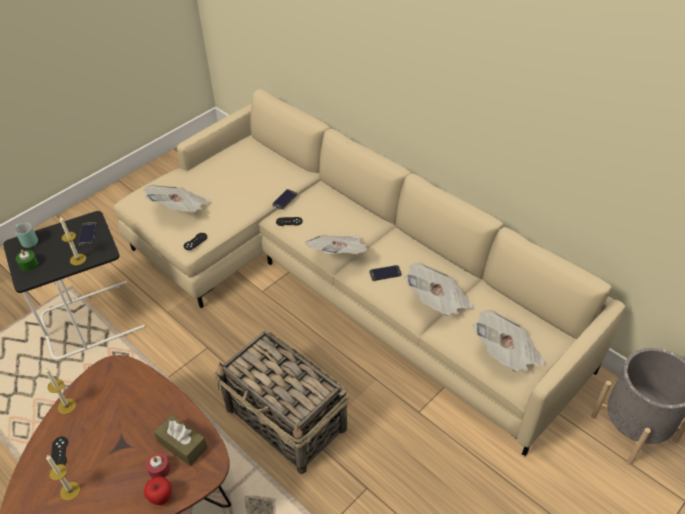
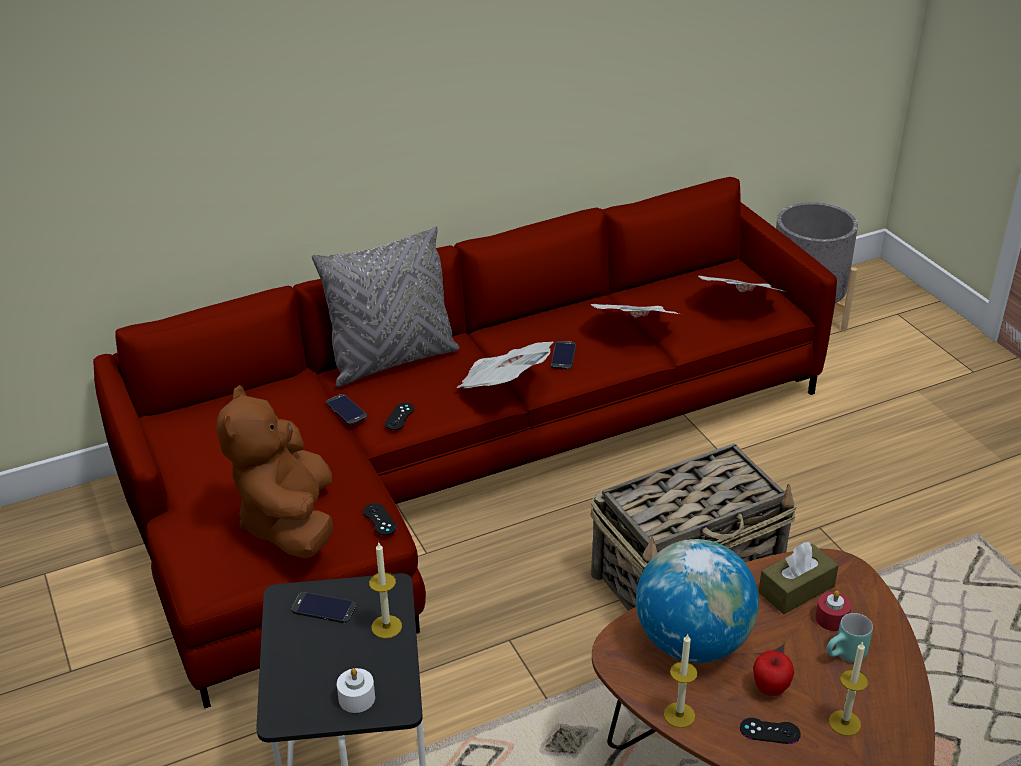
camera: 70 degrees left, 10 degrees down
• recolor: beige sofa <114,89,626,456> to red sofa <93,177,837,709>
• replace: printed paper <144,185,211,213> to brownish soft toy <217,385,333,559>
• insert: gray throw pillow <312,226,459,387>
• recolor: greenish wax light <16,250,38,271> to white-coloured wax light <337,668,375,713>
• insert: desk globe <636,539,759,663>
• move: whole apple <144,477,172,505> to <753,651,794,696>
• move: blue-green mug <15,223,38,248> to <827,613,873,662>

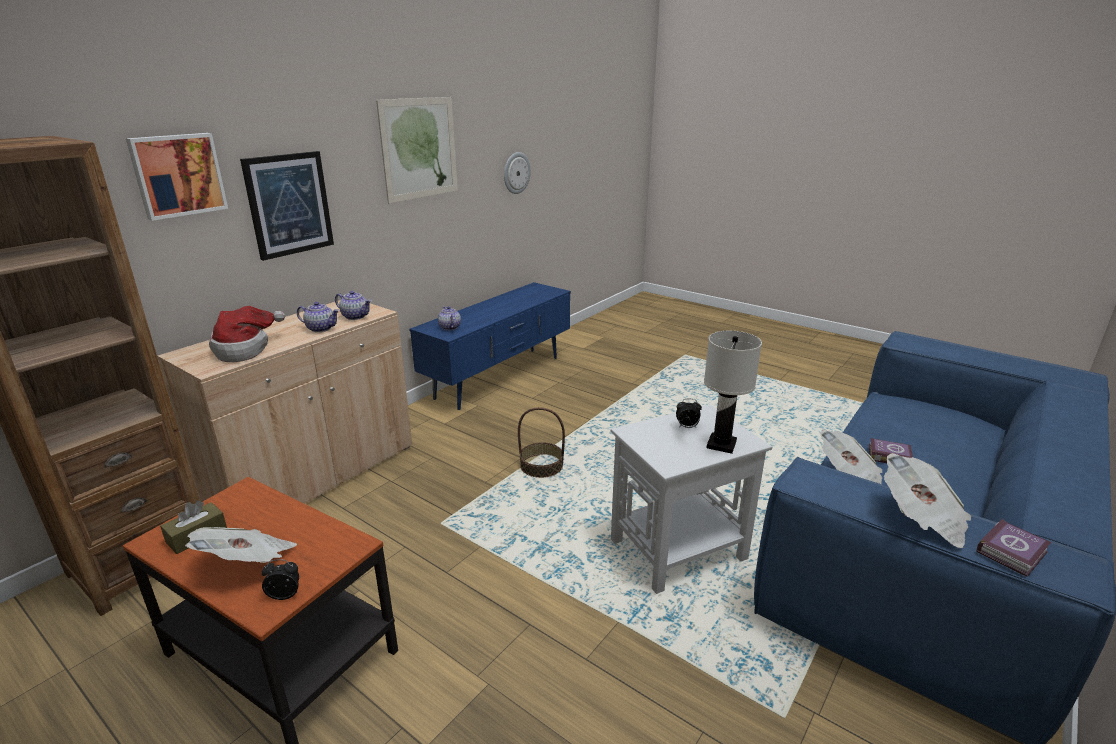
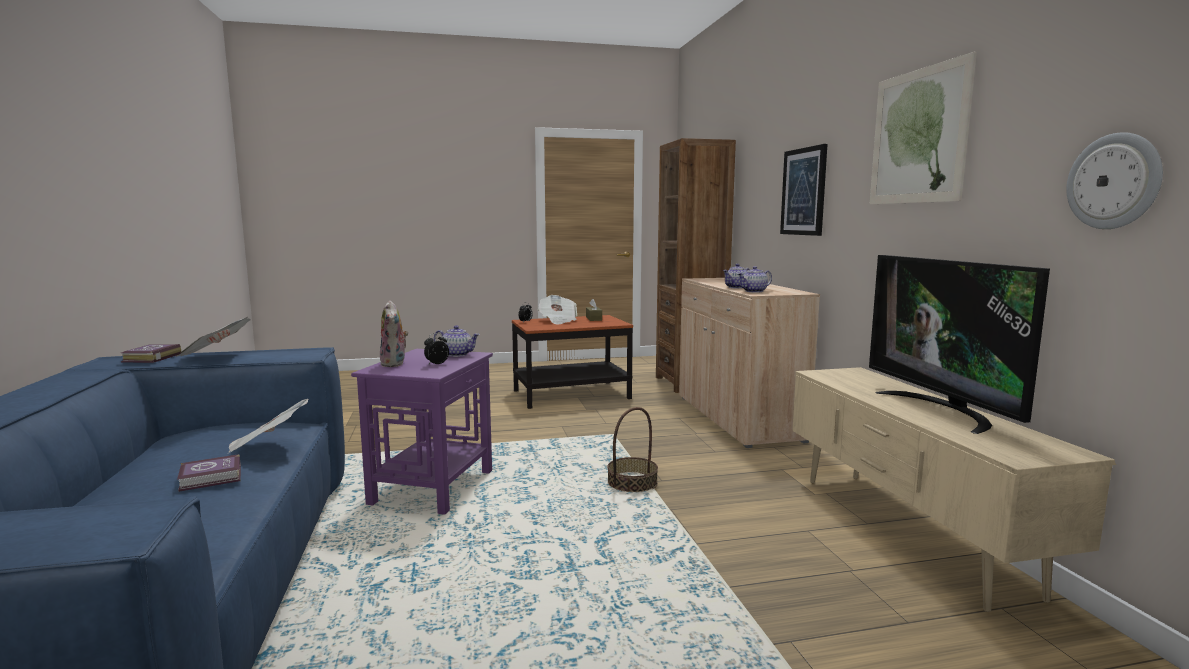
camera: 130 degrees right, 15 degrees down
• recolor: white-coloured accent table <611,404,772,594> to purple-coloured accent table <351,349,493,515>
• replace: white-coloured lamp for a table <704,331,762,454> to soft toy <380,300,408,367>
• move: pot for tea <438,306,461,330> to <434,325,480,357>
• recolor: blue media console <409,282,571,410> to beige media console <792,367,1116,612>
• insert: television <869,255,1050,434>
• delete: wall picture <126,133,228,221>
• delete: hat <209,306,285,362>

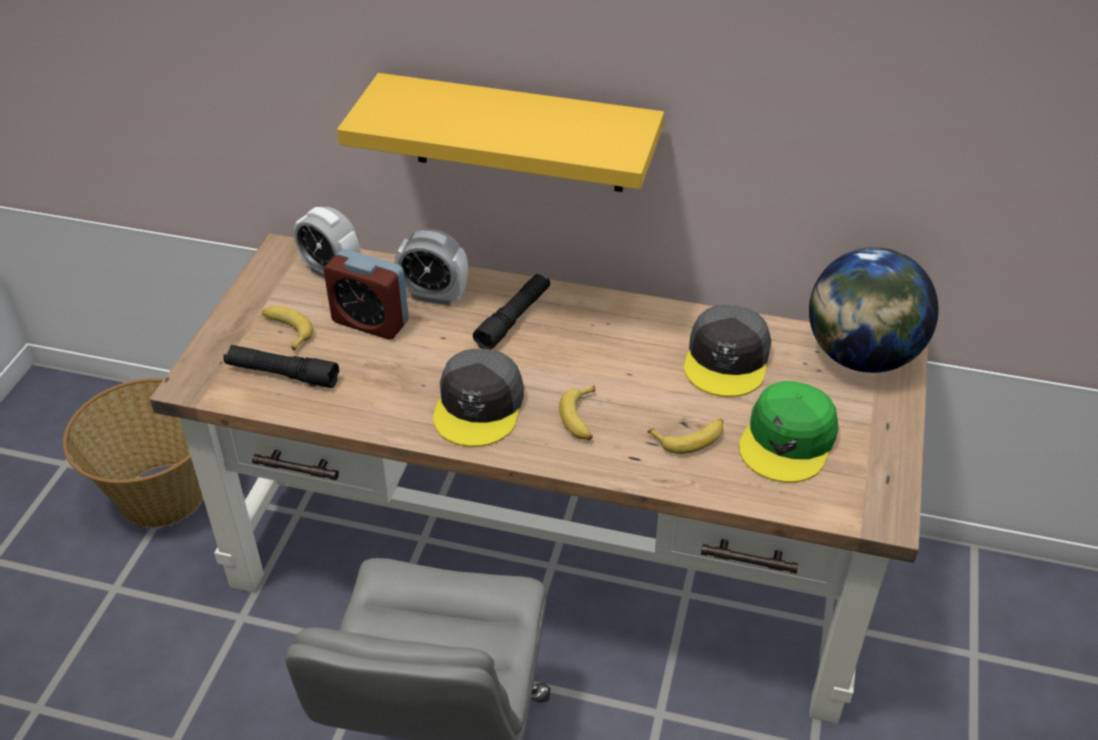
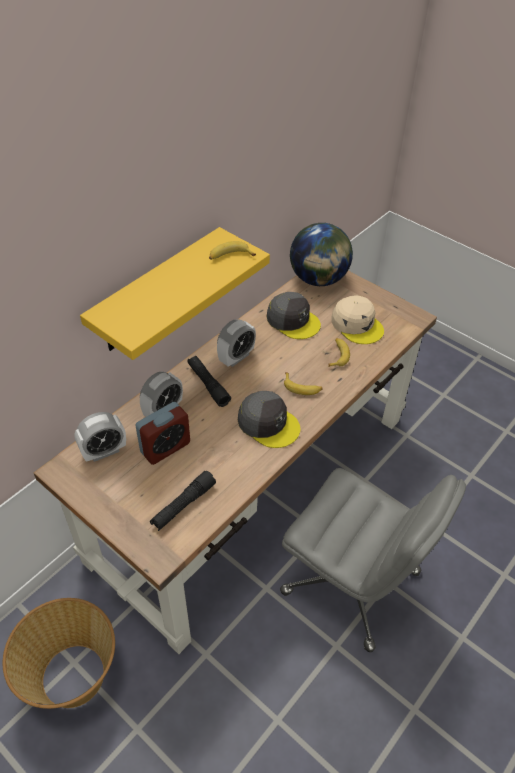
camera: 65 degrees left, 5 degrees up
• move: banana fruit <262,306,313,351> to <209,241,256,260>
• insert: table clock <217,319,256,367>
• recolor: greenish baseball cap <739,381,839,483> to beige baseball cap <331,295,384,344>

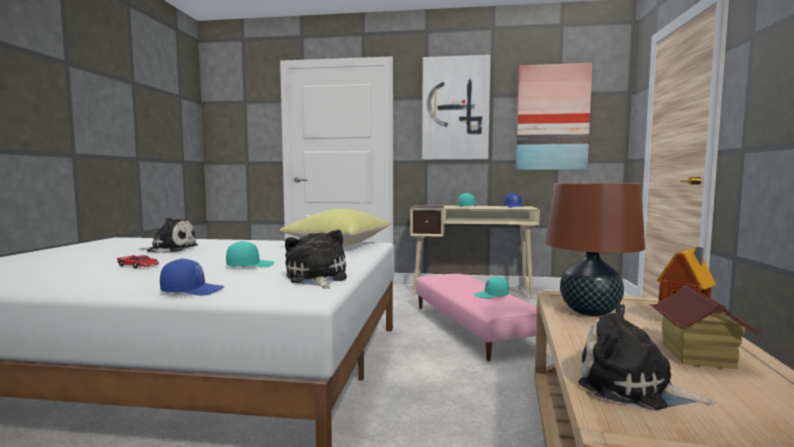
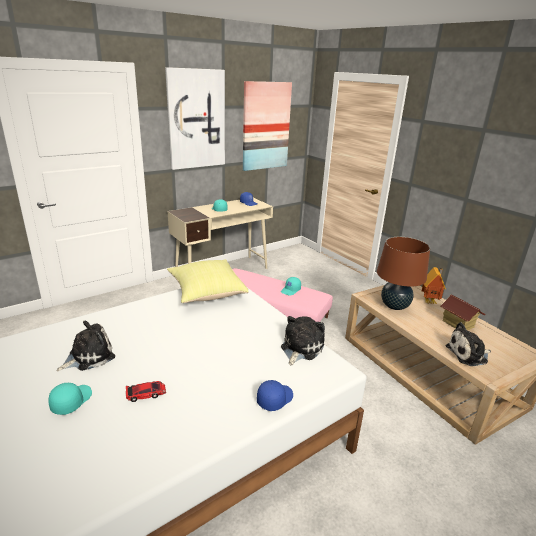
camera: 45 degrees left, 20 degrees up
• move: blue-green baseball cap <226,241,274,267> to <48,383,92,415>
• rotate: soft toy <285,229,347,288> = <281,316,325,366> 90 degrees clockwise

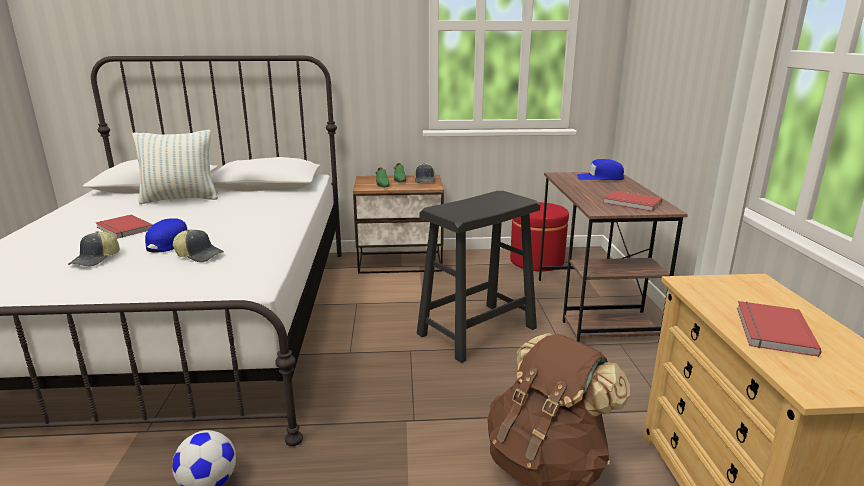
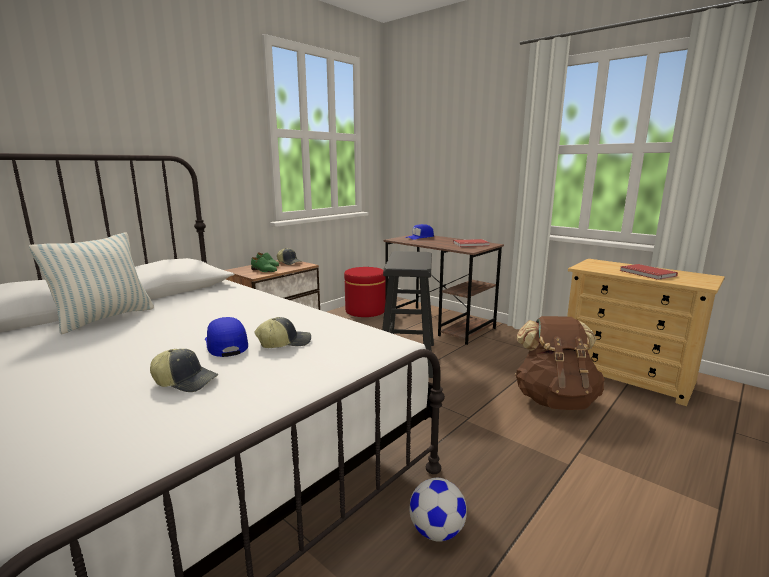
camera: 45 degrees left, 5 degrees down
• rotate: baseball cap <68,231,120,266> = <150,349,218,392> 45 degrees counterclockwise
• delete: red volume <96,215,153,239>

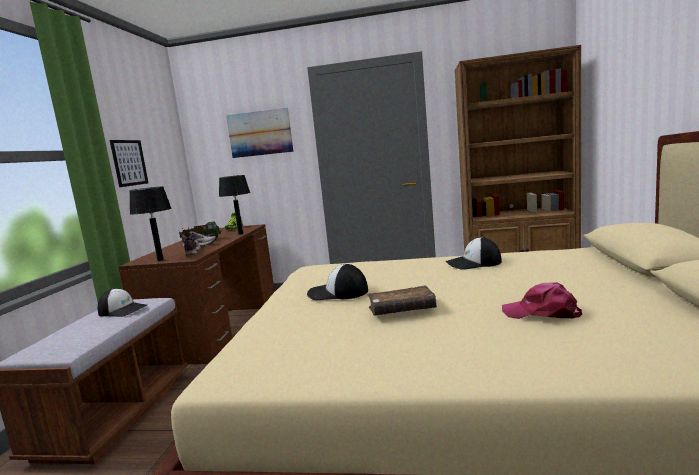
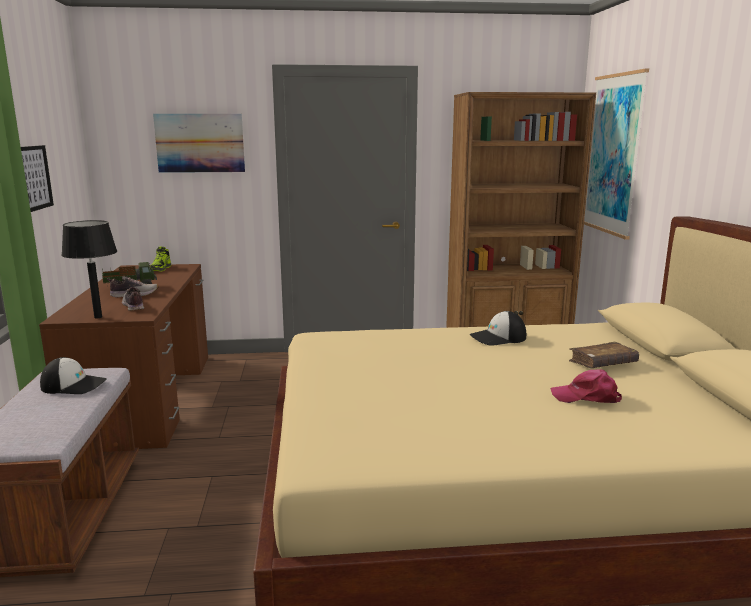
camera: 15 degrees left, 5 degrees up
• move: brownish volume <367,285,437,316> to <569,342,639,368>
• insert: wall picture <584,69,649,240>
• delete: black-coloured lamp for a table <219,175,250,235>
• delete: baseball cap <307,264,368,300>

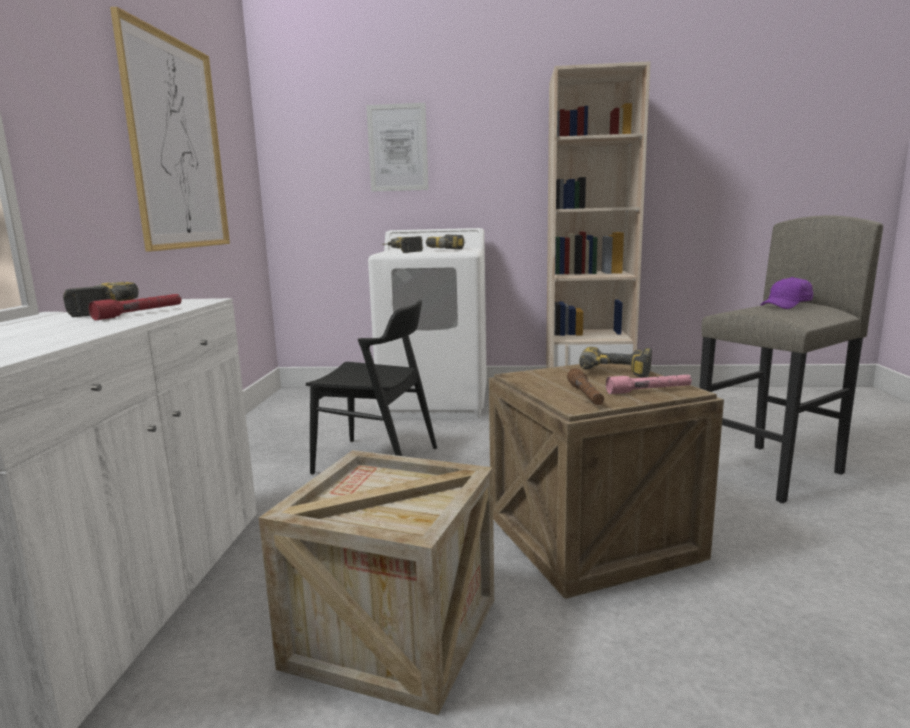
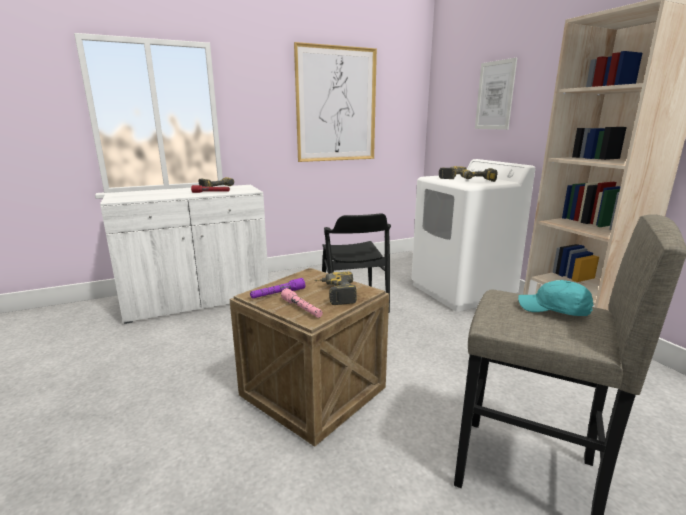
camera: 60 degrees right, 5 degrees up
• recolor: brownish flashlight <567,368,604,405> to purple-coloured flashlight <250,278,305,299>
• recolor: purple-coloured baseball cap <760,277,813,309> to blue-green baseball cap <518,280,594,316>
• delete: packing crate <259,450,494,715>

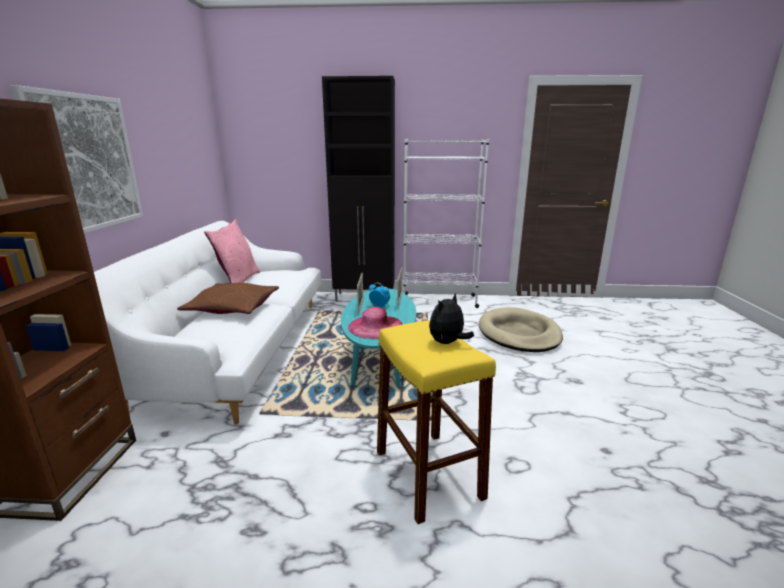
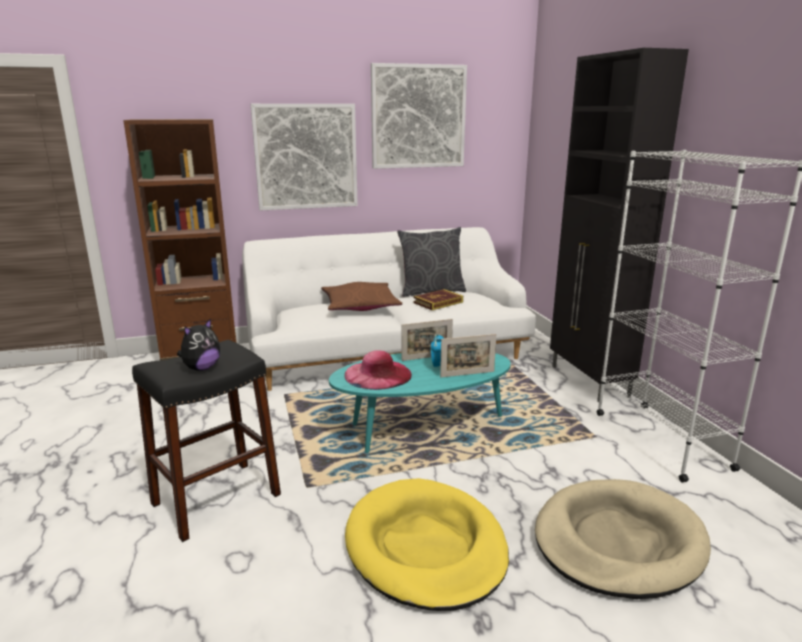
camera: 70 degrees right, 0 degrees up
• recolor: yellow stool <377,320,496,524> to black-coloured stool <132,340,281,542>
• rotate: soft toy <429,293,474,344> = <177,318,220,371> 105 degrees clockwise
• insert: yellow dog bed <345,478,509,611>
• insert: wall picture <371,63,467,169>
• recolor: pink-coloured throw pillow <204,219,260,283> to gray throw pillow <397,227,466,297>
• insert: volume <413,289,463,310>

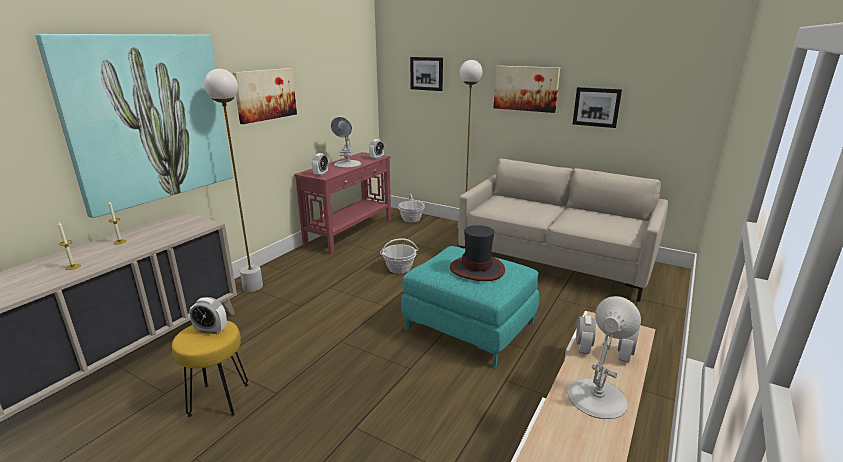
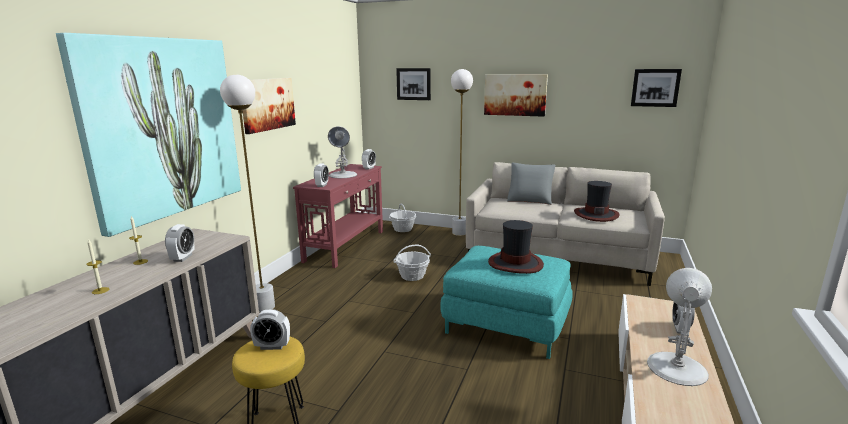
camera: 10 degrees left, 5 degrees down
• move: table clock <576,315,596,354> to <165,224,195,262>
• insert: gray throw pillow <507,163,555,205>
• insert: hat <574,181,620,222>
• move: wall picture <573,87,622,128> to <631,69,682,107>

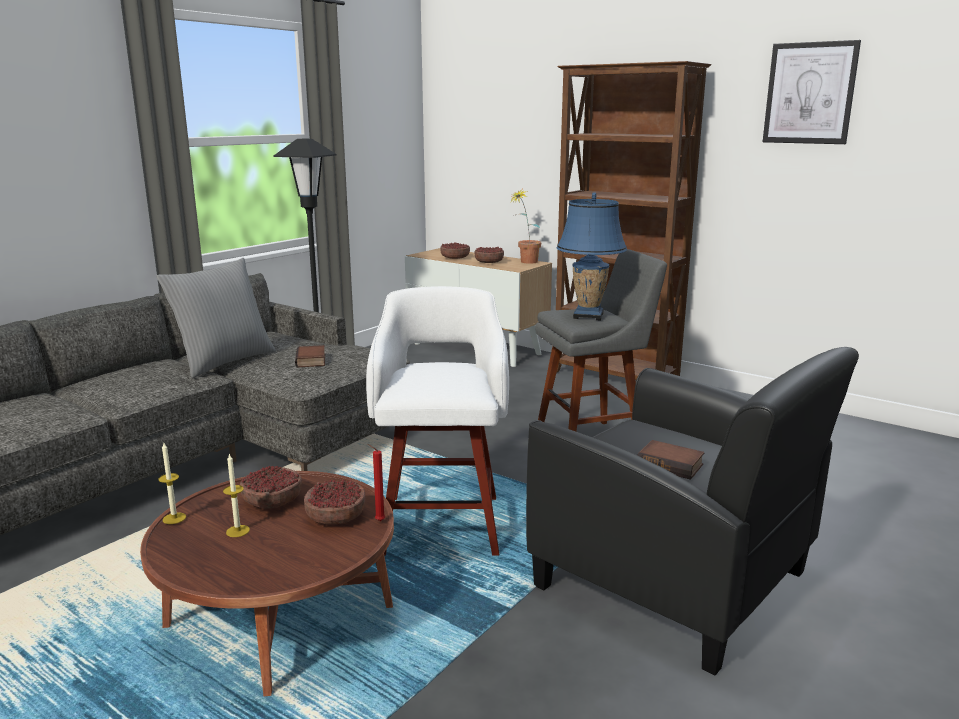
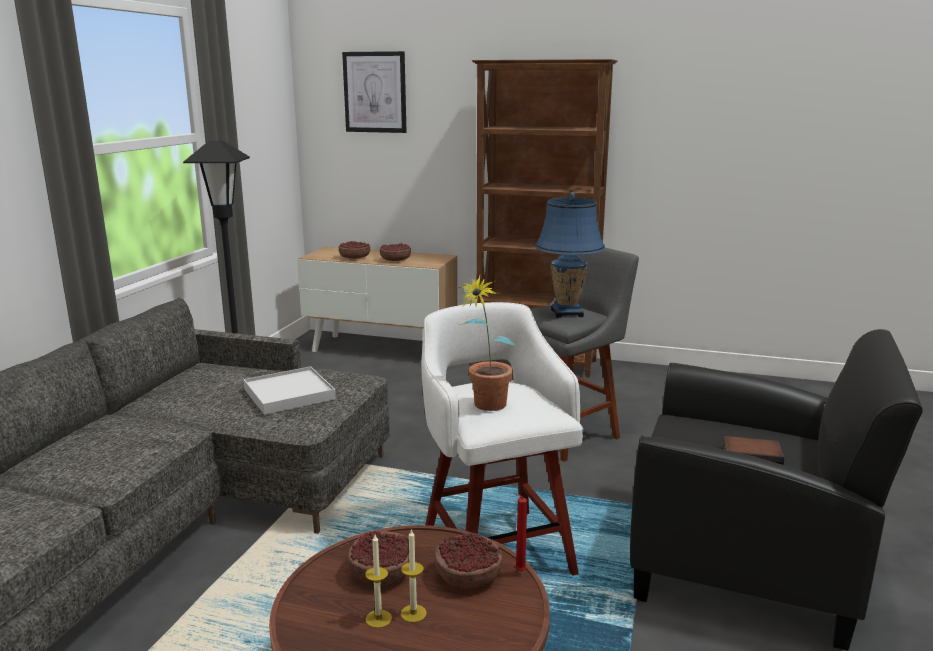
camera: 20 degrees left, 0 degrees up
• replace: volume <295,345,325,368> to white-coloured serving tray <243,366,336,415>
• move: wall picture <763,40,861,144> to <342,51,406,133>
• move: wax light <159,443,186,524> to <401,529,427,622>
• move: houseplant <511,190,541,264> to <458,275,516,411>
• delete: gray throw pillow <156,258,276,378>

